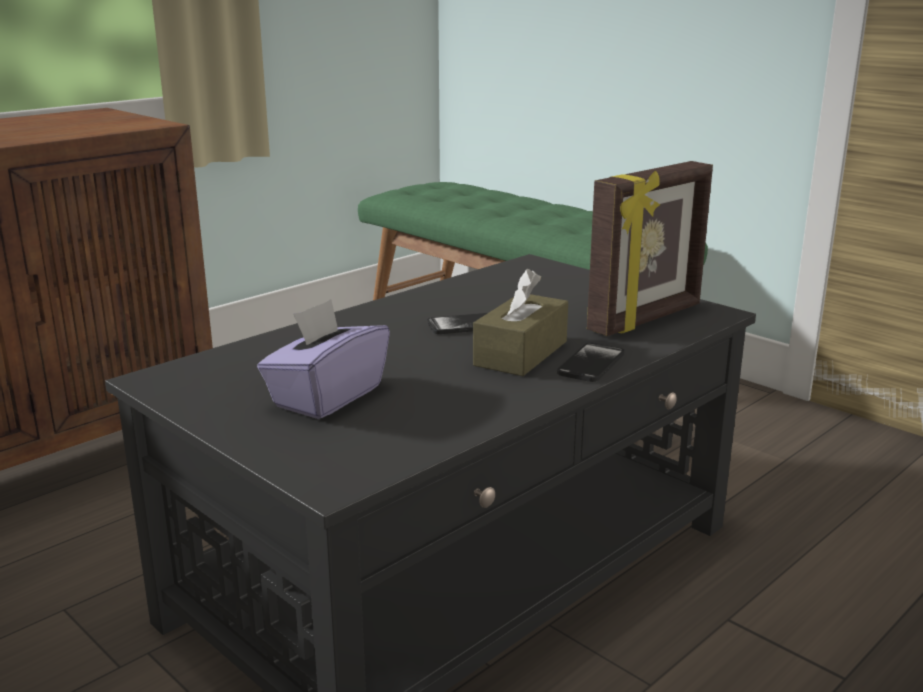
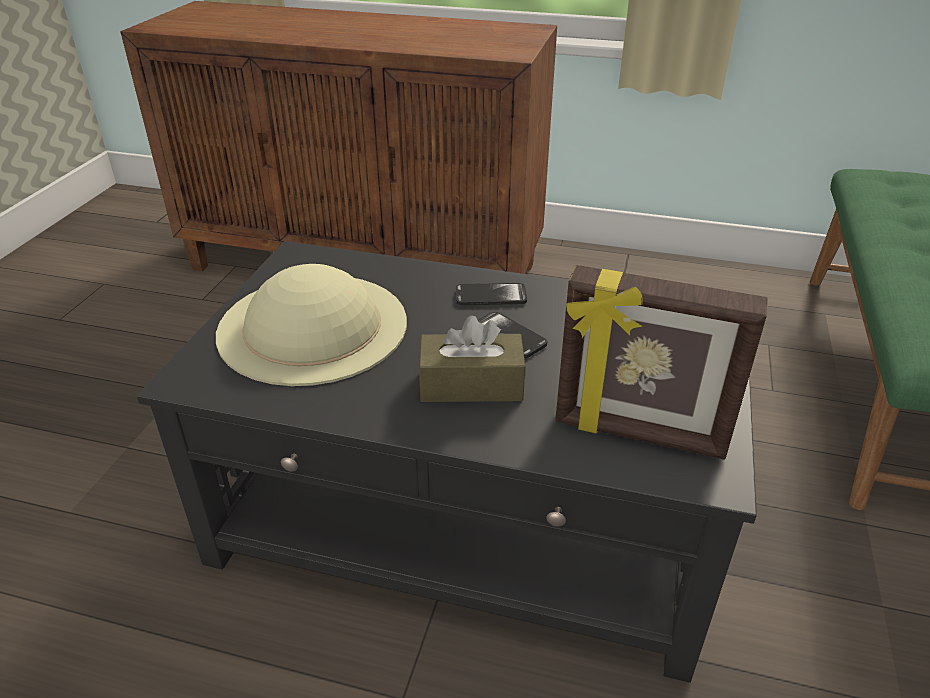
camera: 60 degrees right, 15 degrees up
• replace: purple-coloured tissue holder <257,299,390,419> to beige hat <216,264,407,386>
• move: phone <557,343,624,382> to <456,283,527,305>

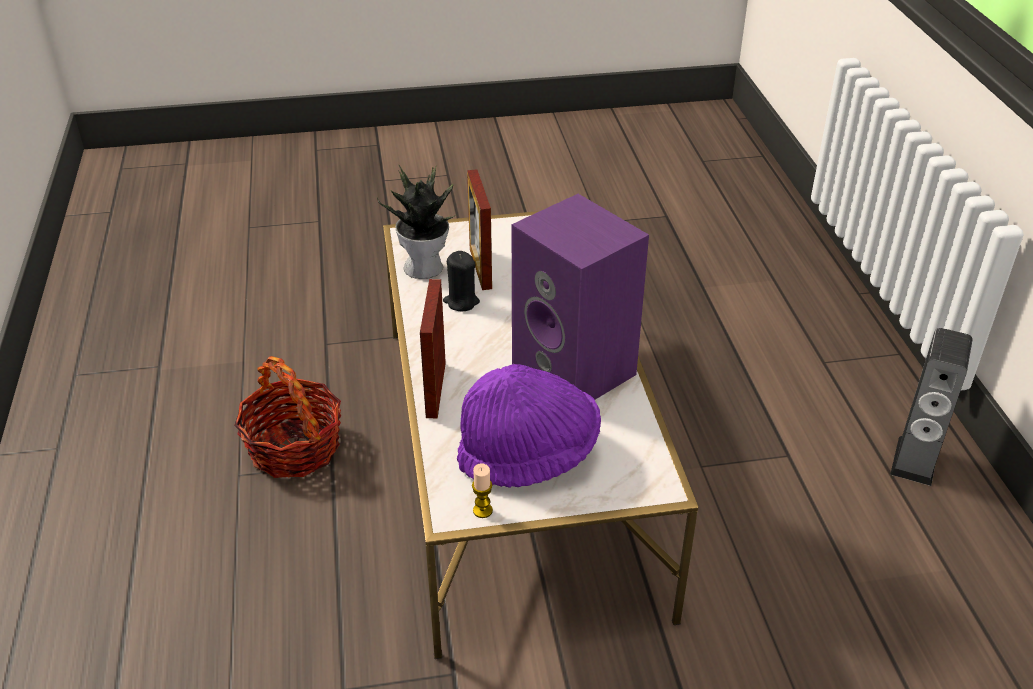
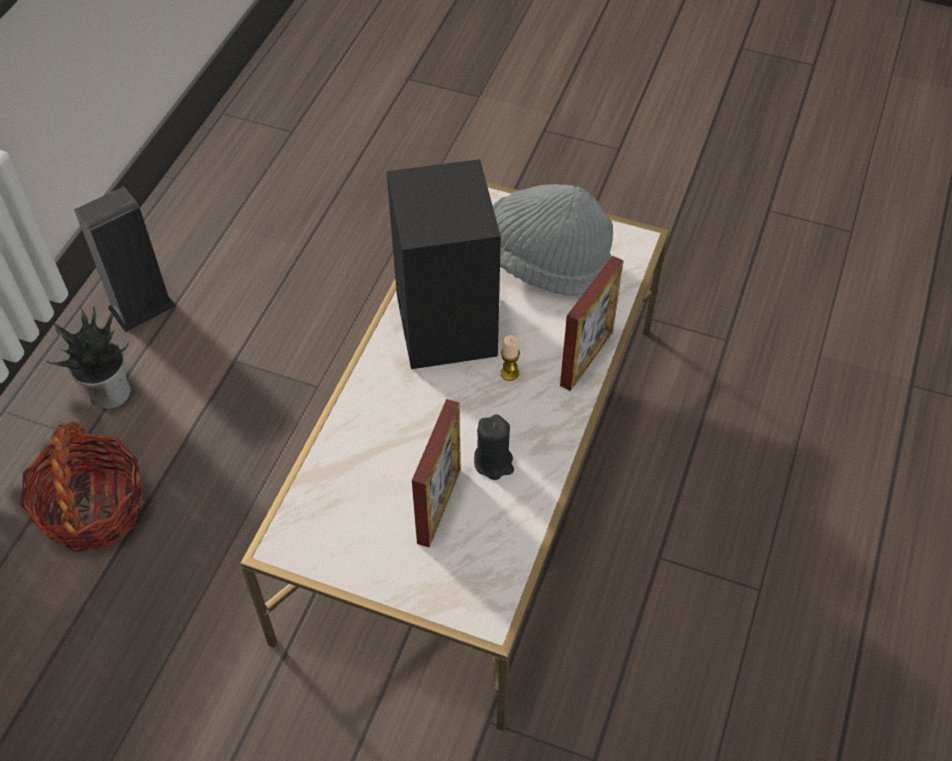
camera: 150 degrees left, 15 degrees up
• move: household basket <234,356,341,478> to <19,421,144,552>
• move: houseplant <377,165,456,279> to <46,303,131,409>
• recolor: purple-coloured loudspeaker <512,194,649,399> to black-coloured loudspeaker <386,159,501,369>
• recolor: purple-coloured hat <457,364,601,488> to gray hat <492,184,613,295>
• move: wax light <472,463,493,518> to <501,335,520,381>

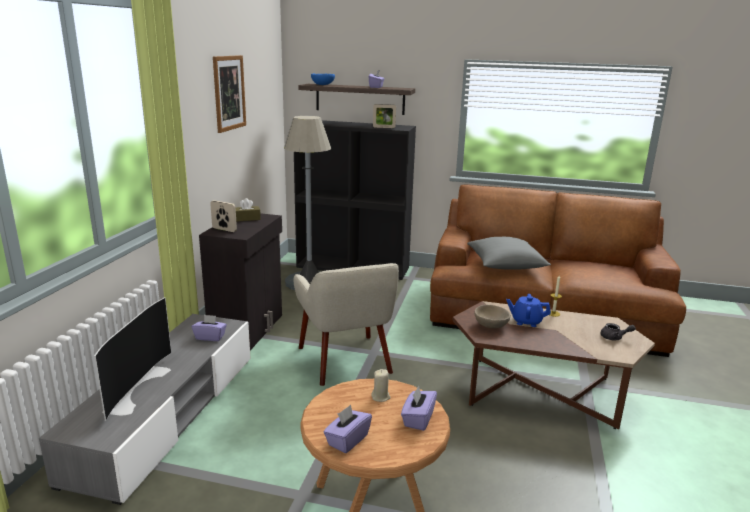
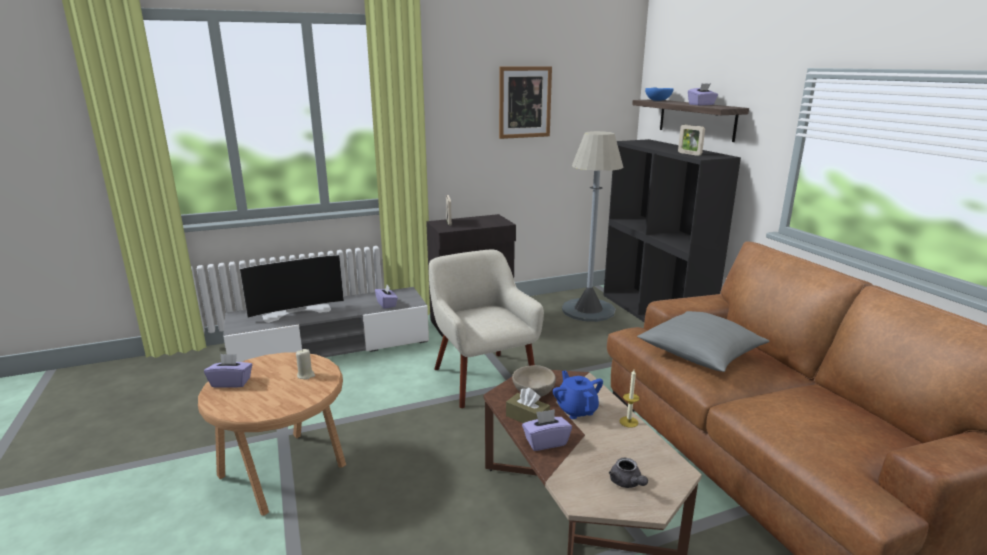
camera: 55 degrees right, 0 degrees up
• rotate: beige armchair <294,263,399,386> = <429,250,544,408> 120 degrees clockwise
• move: brownish tissue holder <236,198,261,222> to <506,388,550,423>
• move: purple-coloured tissue holder <401,386,437,431> to <522,409,572,451>

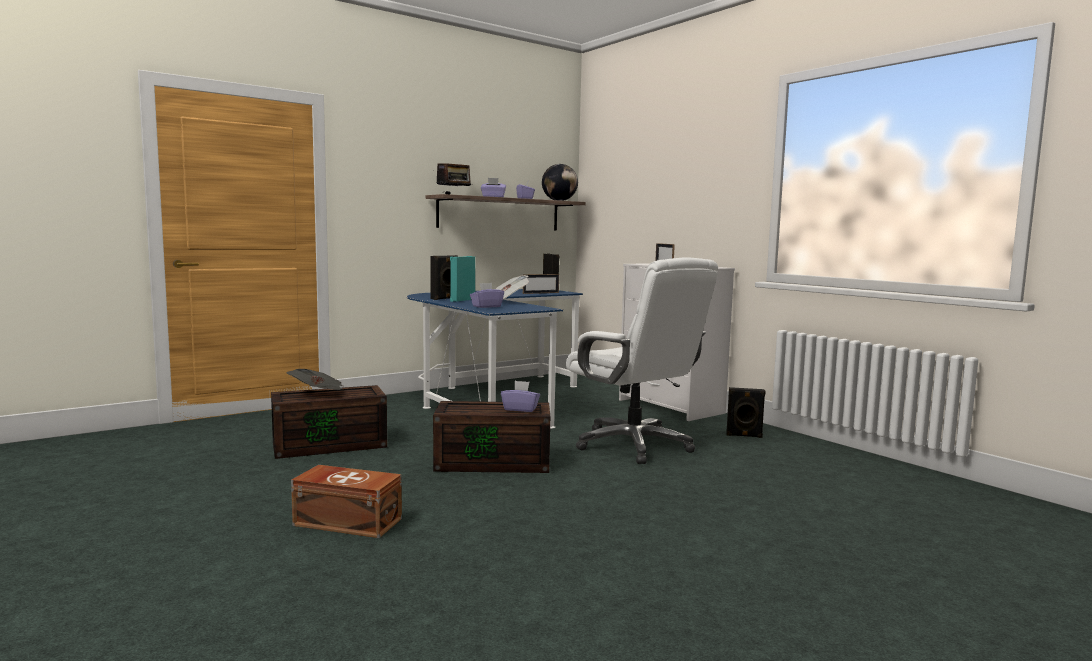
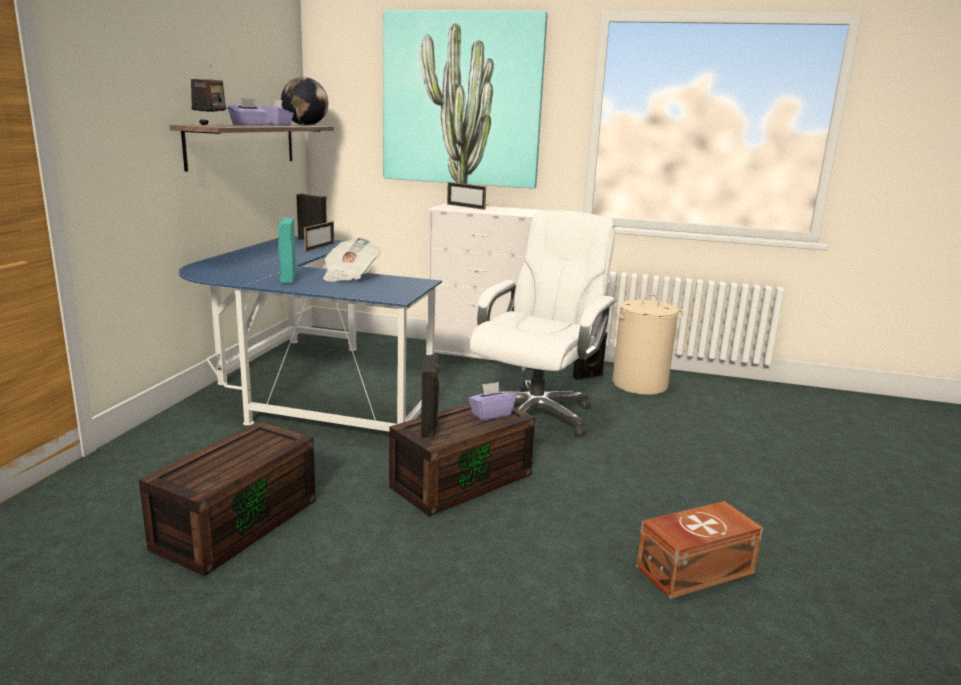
camera: 40 degrees left, 10 degrees up
• insert: wall picture <383,10,548,189>
• move: black-coloured loudspeaker <430,255,458,300> to <421,354,440,438>
• rotate: white-coloured office chair <566,257,718,464> = <470,210,616,437> 75 degrees counterclockwise
• insert: beige hamper <612,294,684,395>
• move: brownish storage bin <291,465,402,538> to <636,501,763,599>
• delete: printed paper <286,369,343,390>
• delete: purple-coloured tissue holder <470,283,504,308>

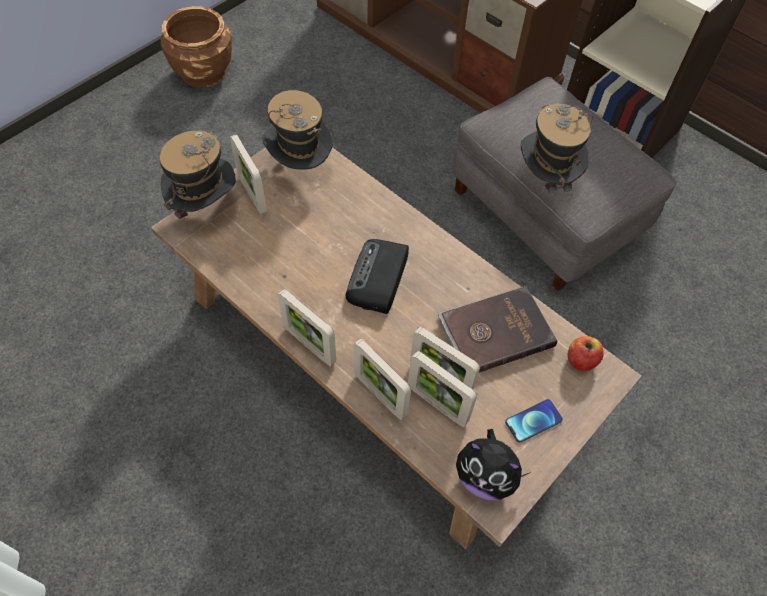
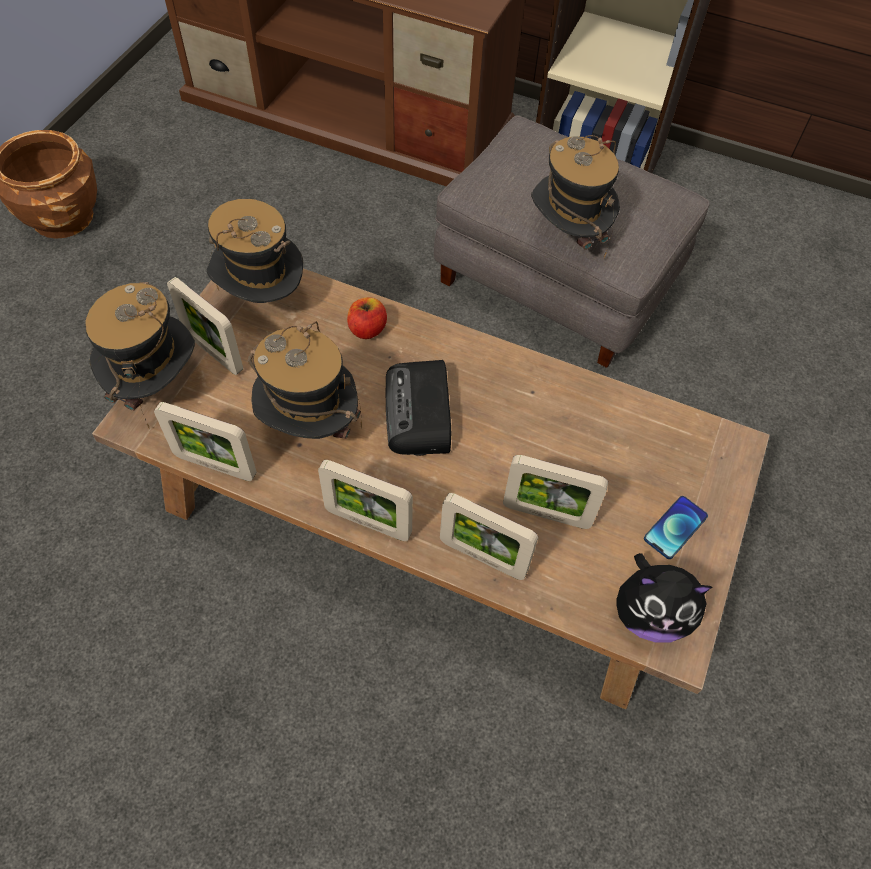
camera: 20 degrees left, 0 degrees up
• move: standing frame <408,351,477,427> to <154,402,257,481>
• insert: hat <248,321,362,439>
• move: whole apple <568,336,604,371> to <347,297,387,339>
• delete: brownish volume <438,286,557,372>

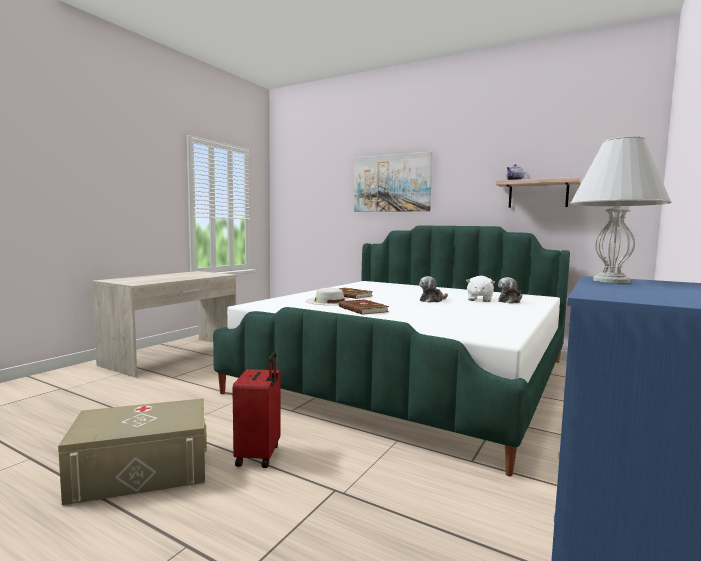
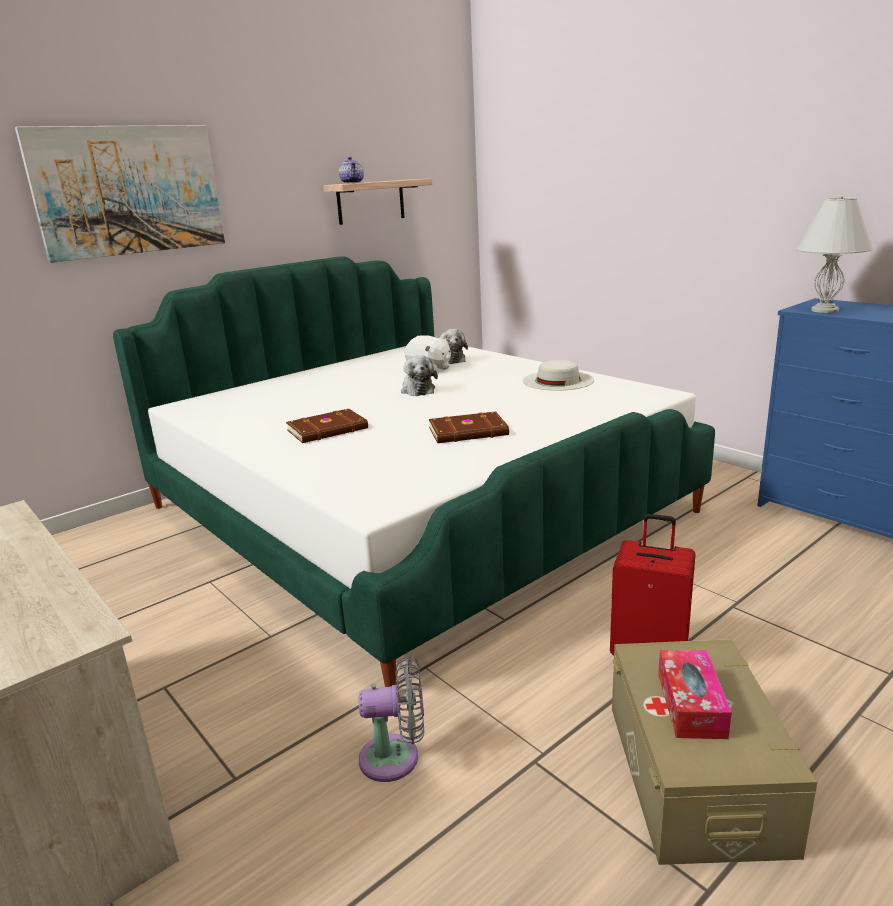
camera: 70 degrees left, 15 degrees up
• insert: gray electric fan <359,657,424,782>
• move: white-coloured hat <305,288,352,305> to <523,360,594,391>
• insert: tissue holder <658,650,732,739>

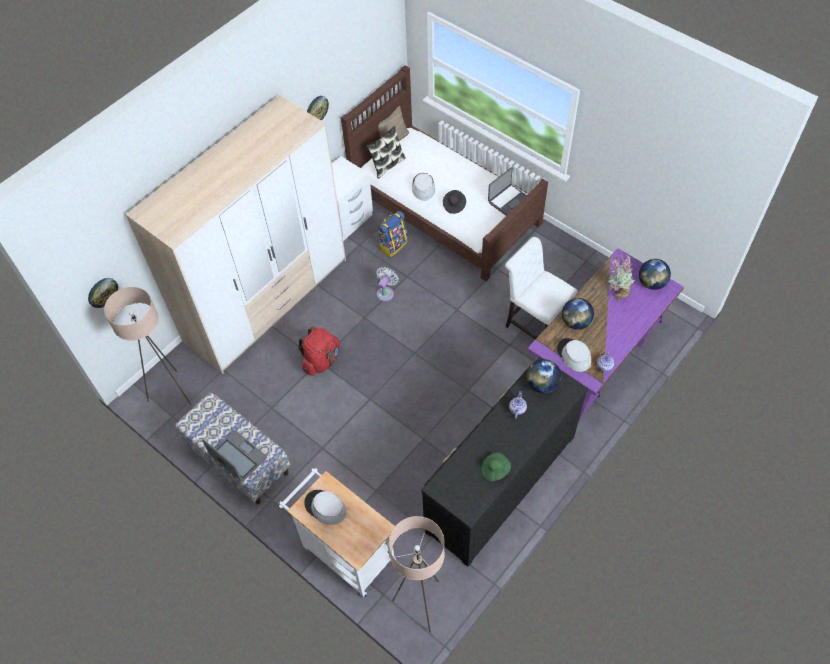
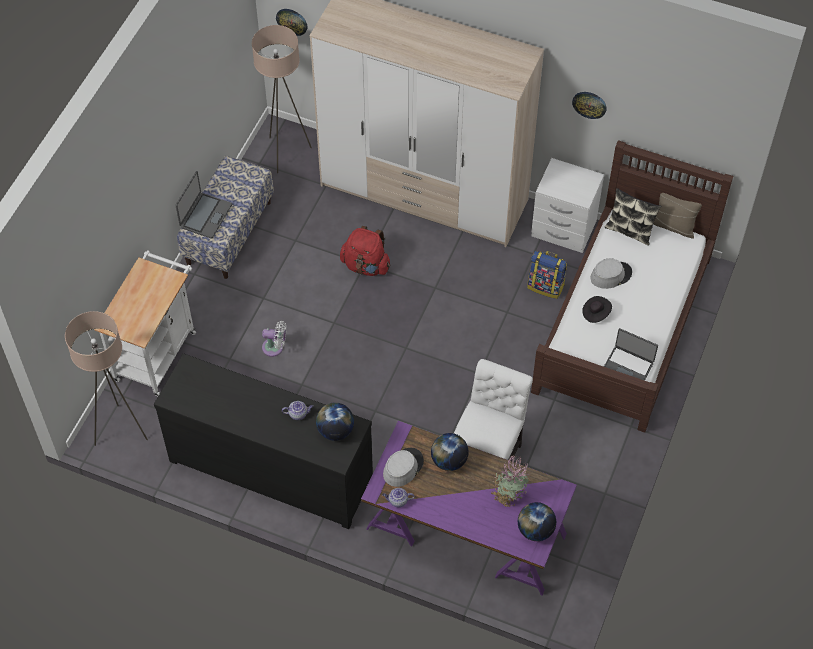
camera: 70 degrees right, 0 degrees up
• move: white-coloured electric fan <376,267,399,302> to <262,321,286,357>
• delete: gray hat <304,490,347,525>
• delete: greenish hat <482,453,511,481>

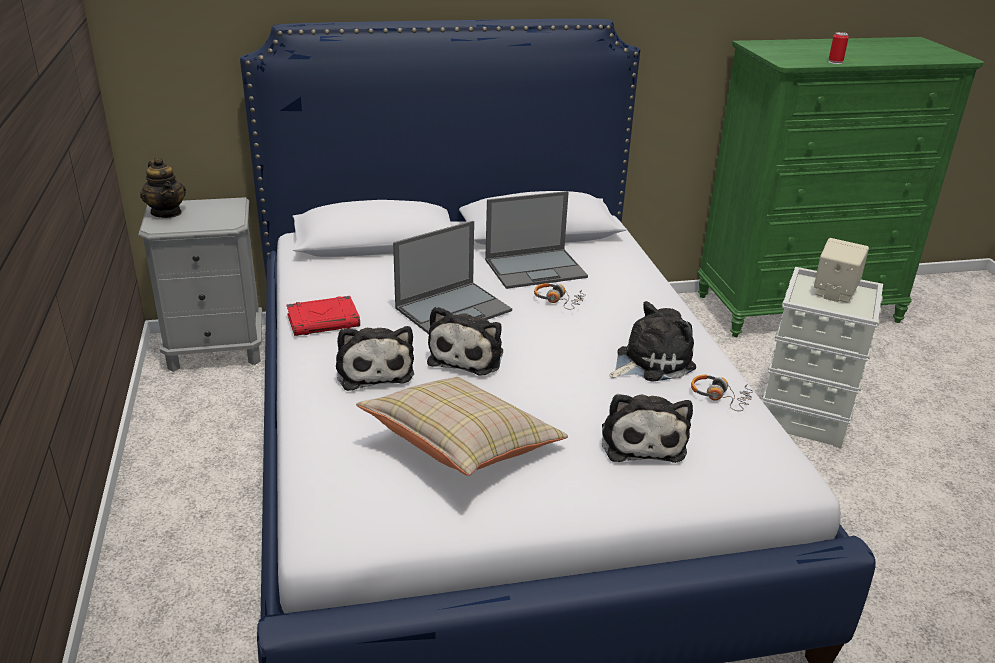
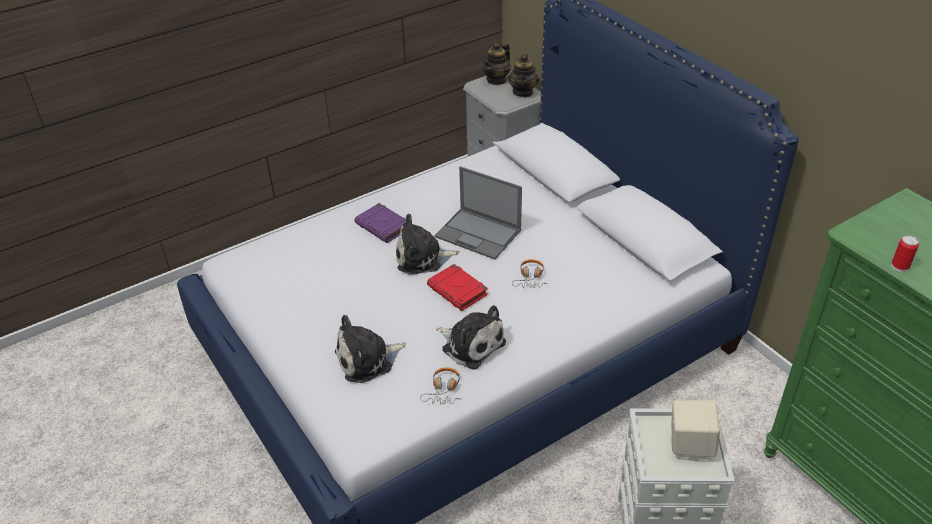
camera: 70 degrees right, 10 degrees up
• replace: soft toy <336,326,414,391> to purple-coloured volume <355,203,406,243>
• move: red volume <286,296,360,336> to <427,264,488,311>
• insert: pot for tea <507,53,539,97>
• delete: beige throw pillow <356,377,568,476>
• delete: notebook computer <485,191,588,289>

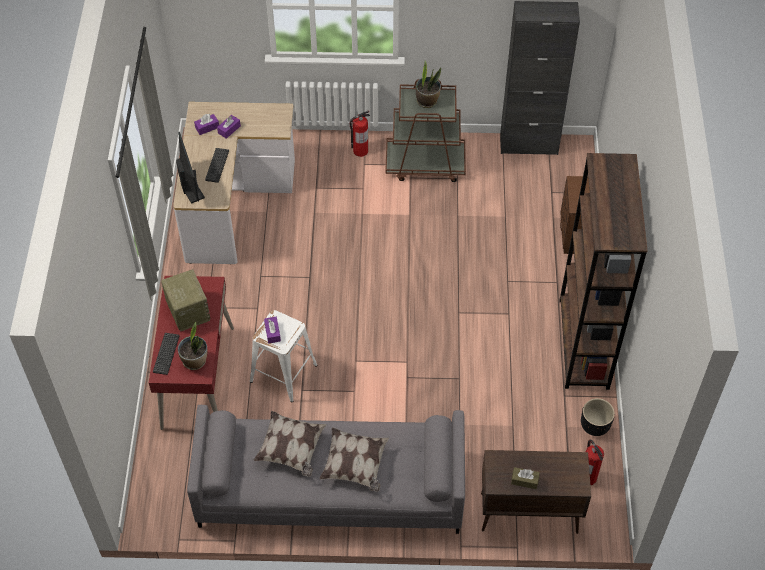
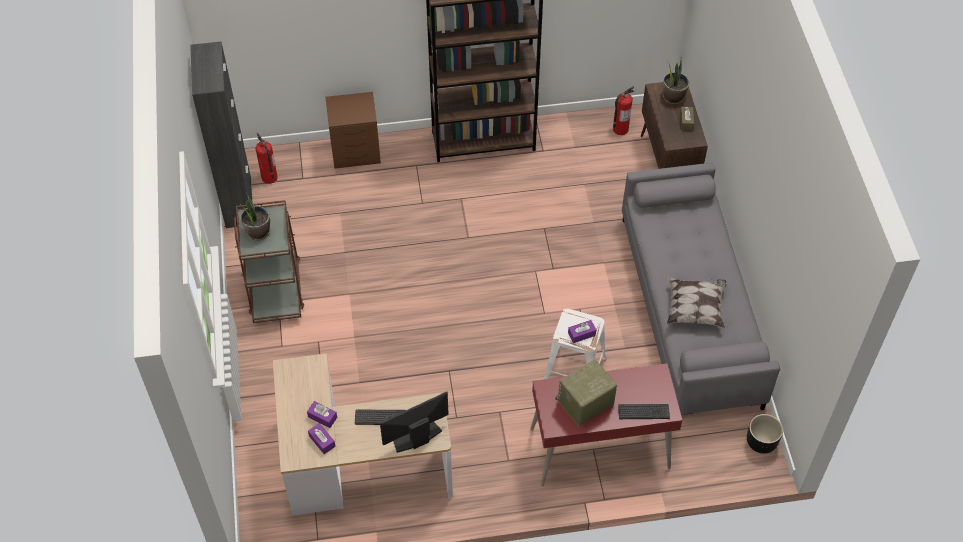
camera: 100 degrees left, 0 degrees up
• move: fire extinguisher <349,110,370,157> to <255,133,278,184>
• move: houseplant <178,322,207,370> to <663,60,689,105>
• move: black-coloured planter <581,398,615,436> to <747,414,783,454>
• delete: throw pillow <319,427,389,492>

